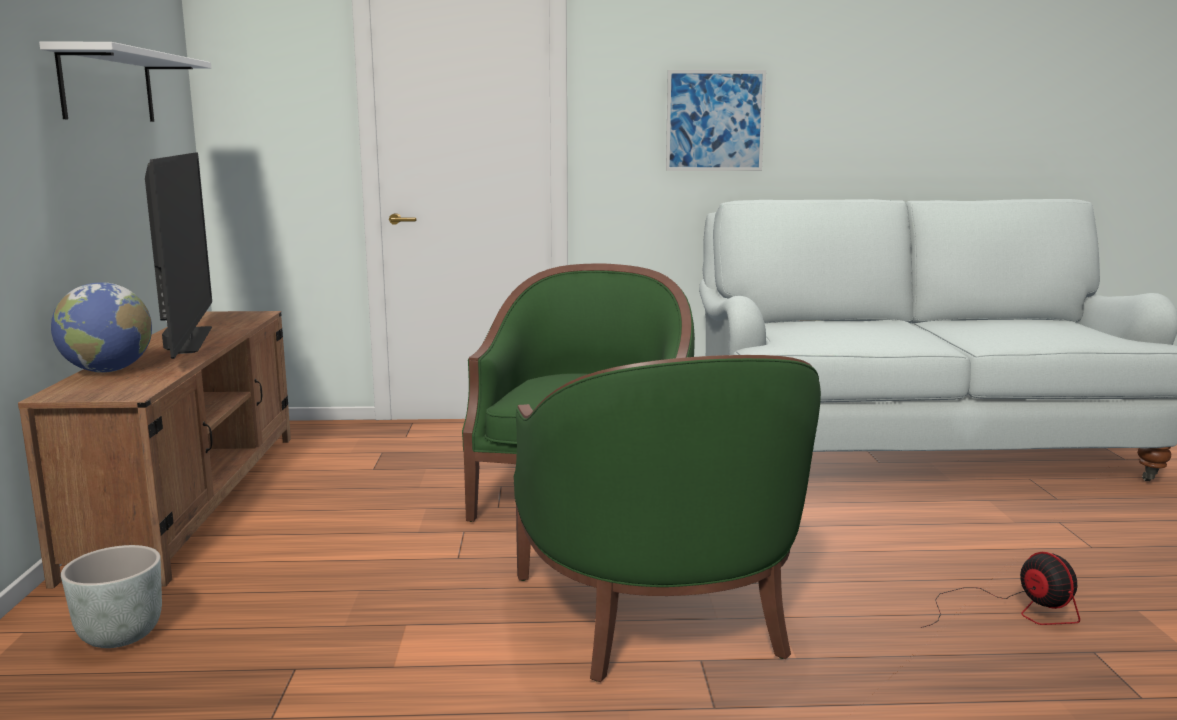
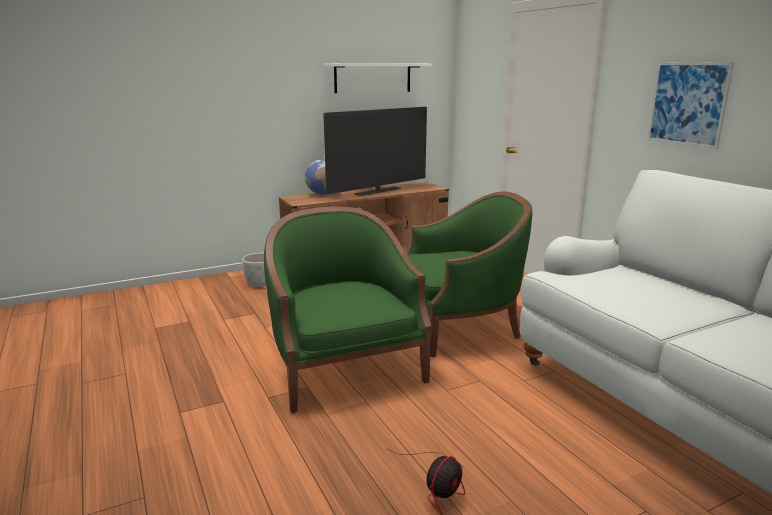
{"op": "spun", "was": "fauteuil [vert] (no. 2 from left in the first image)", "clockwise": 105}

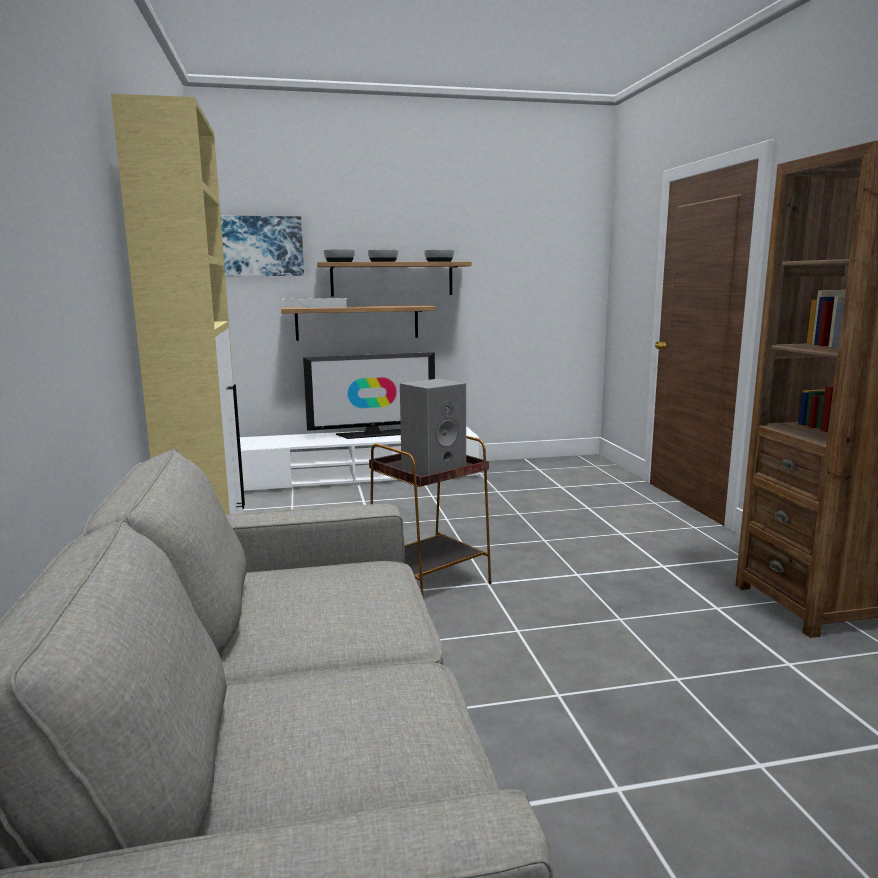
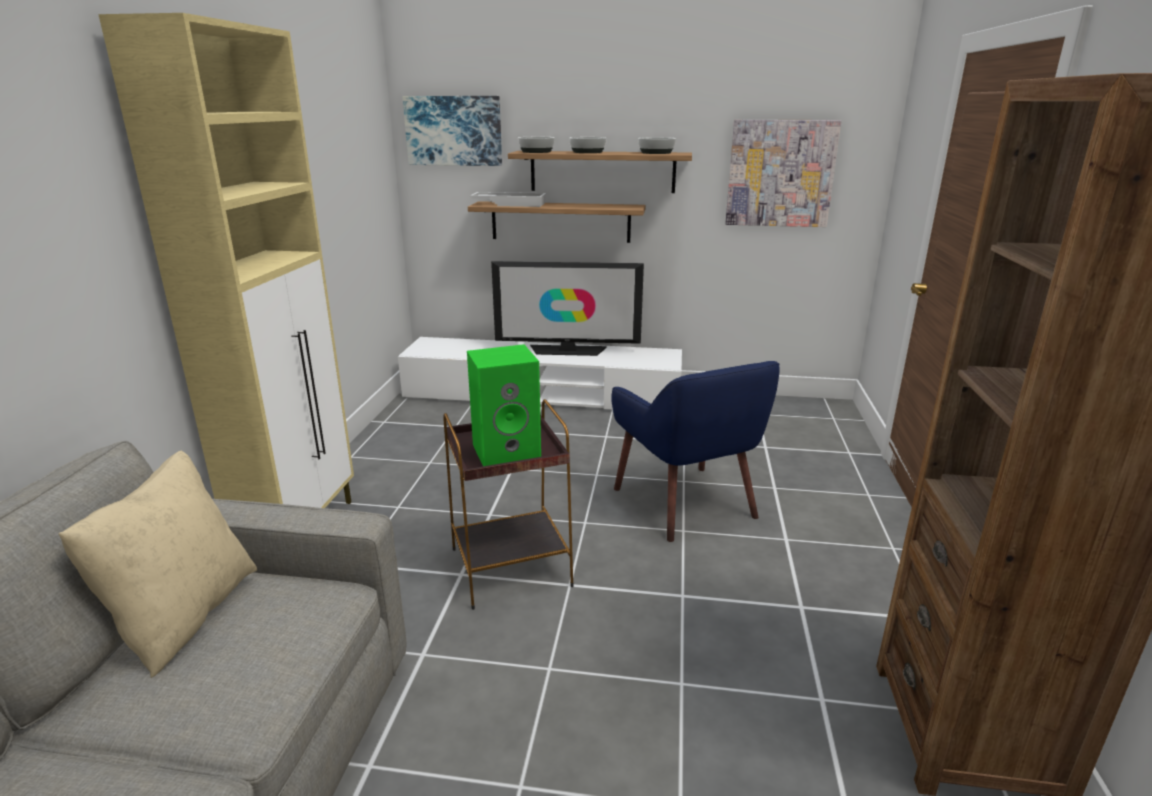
{"op": "colour", "was": "enceinte [gris]", "now": "enceinte [vert]"}
{"op": "appeared", "now": "coussin [beige]"}
{"op": "appeared", "now": "fauteuil [bleu]"}
{"op": "appeared", "now": "tableau (no. 2 from left)"}

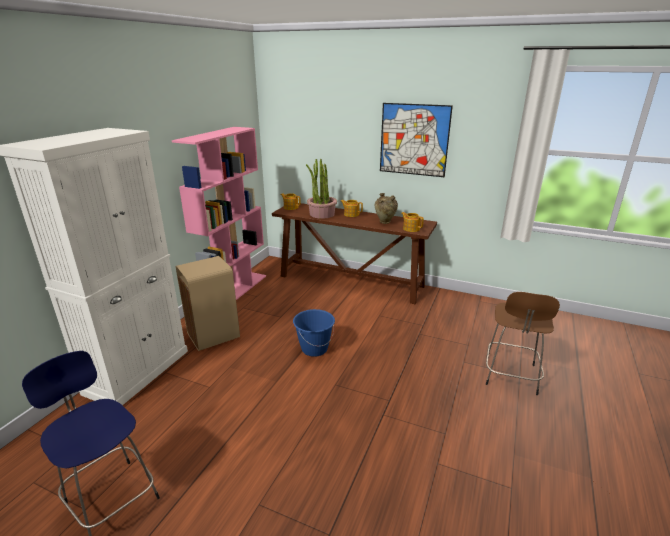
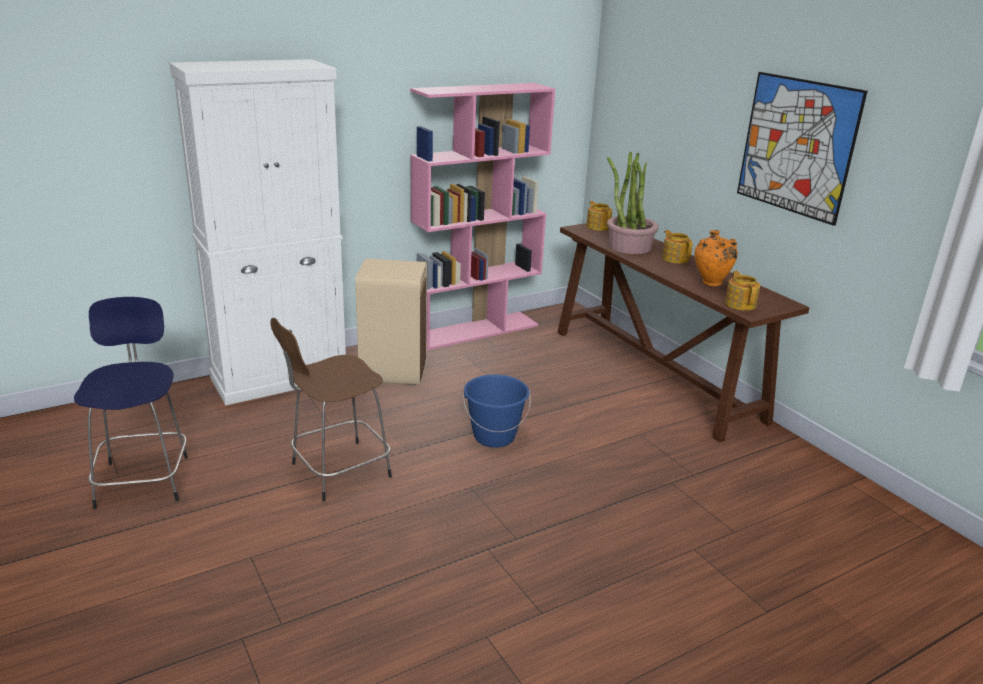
{"op": "colour", "was": "vase [beige]", "now": "vase [orange]"}
{"op": "relocated", "was": "tabouret [marron]"}

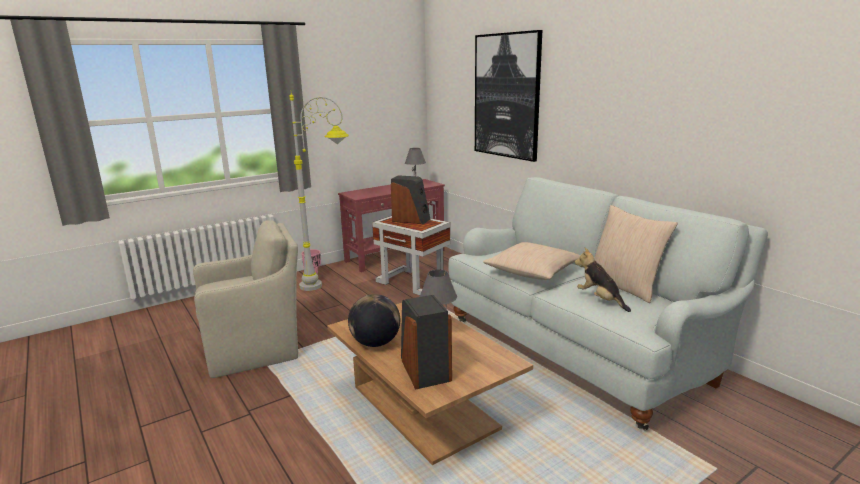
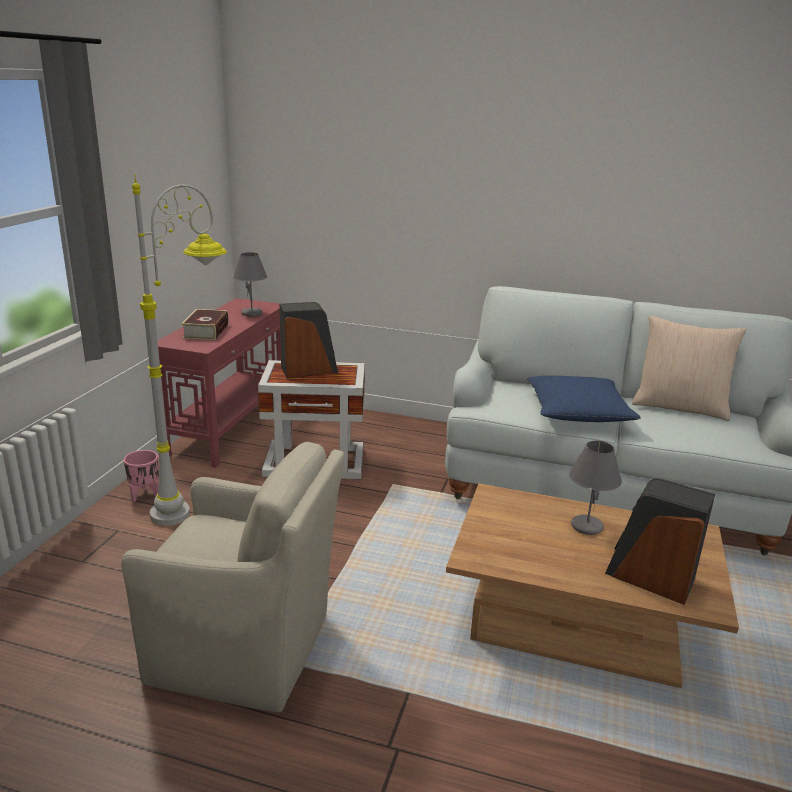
{"op": "spun", "was": "fauteuil [beige]", "clockwise": 75}
{"op": "missing", "was": "globe"}
{"op": "missing", "was": "tableau"}
{"op": "colour", "was": "coussin [beige] (no. 1 from left)", "now": "coussin [bleu]"}
{"op": "missing", "was": "peluche"}
{"op": "appeared", "now": "livre"}

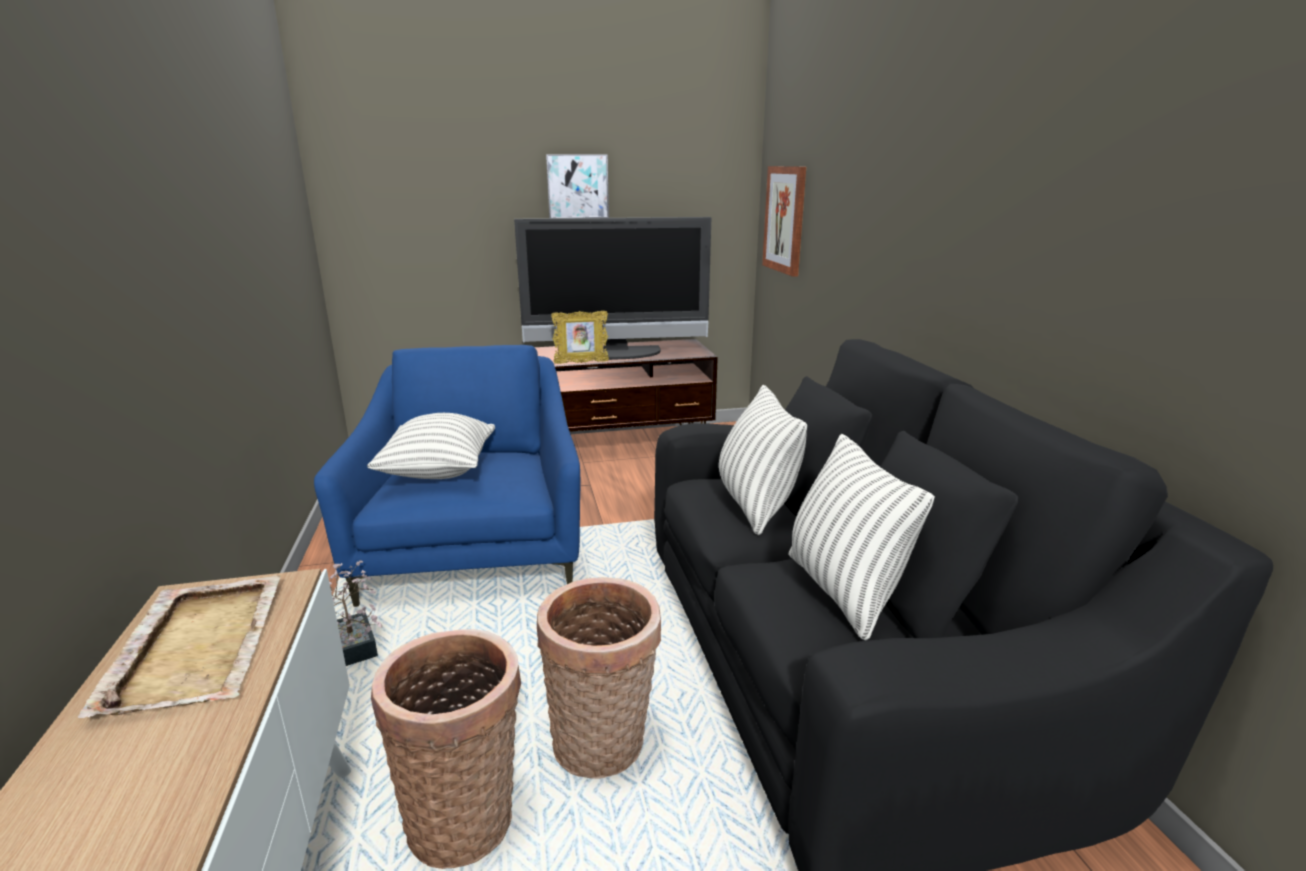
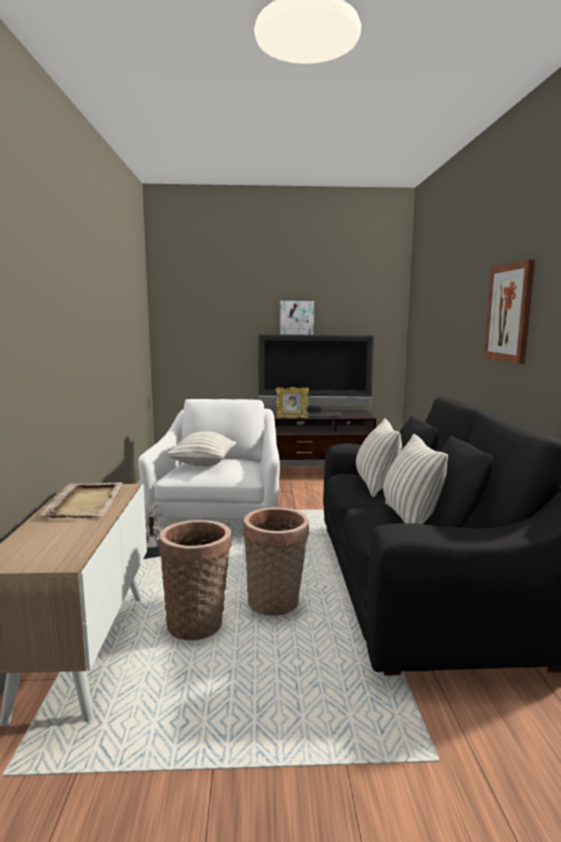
{"op": "colour", "was": "fauteuil [bleu]", "now": "fauteuil [blanc]"}
{"op": "relocated", "was": "tableau (no. 2 from left)"}

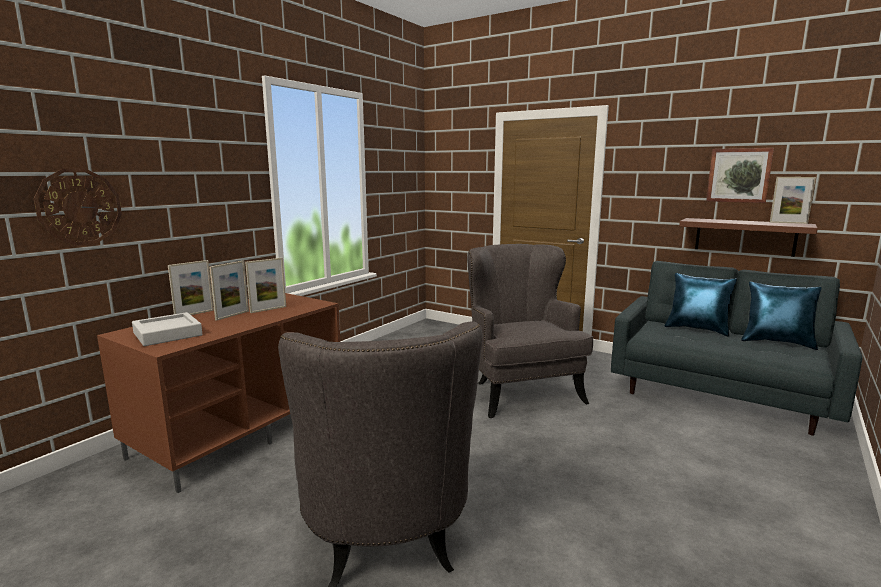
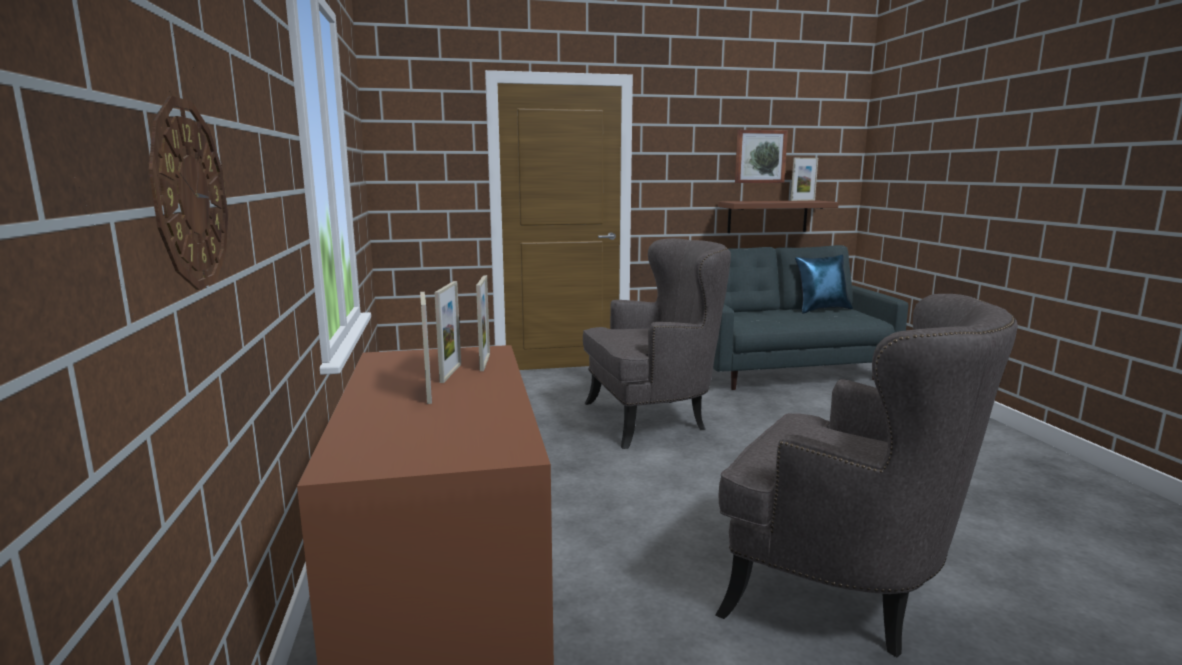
{"op": "missing", "was": "plateau [gris]"}
{"op": "relocated", "was": "cadre photo (no. 1 from left in the first image)", "now": "cadre photo (no. 3 from left)"}
{"op": "spun", "was": "fauteuil [gris] (no. 2 from left in the first image)", "clockwise": 135}
{"op": "missing", "was": "coussin [bleu] (no. 1 from left)"}

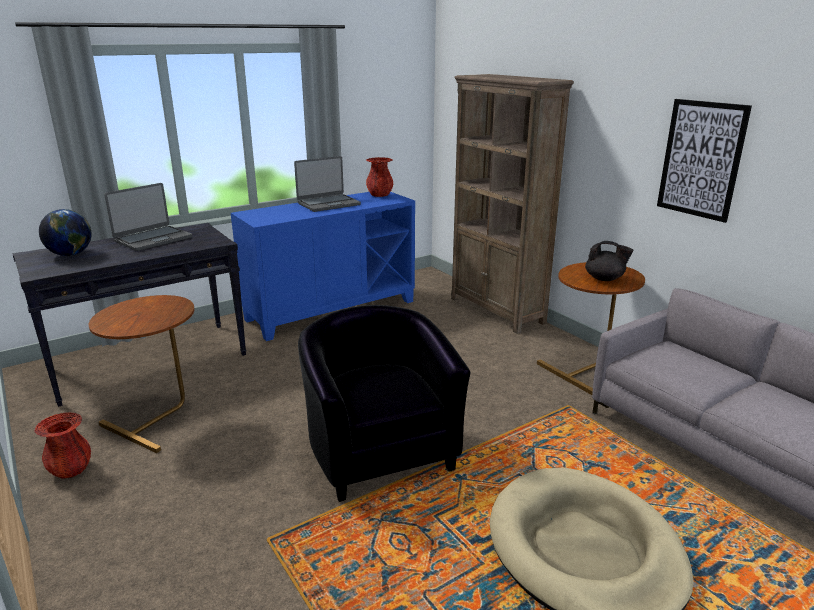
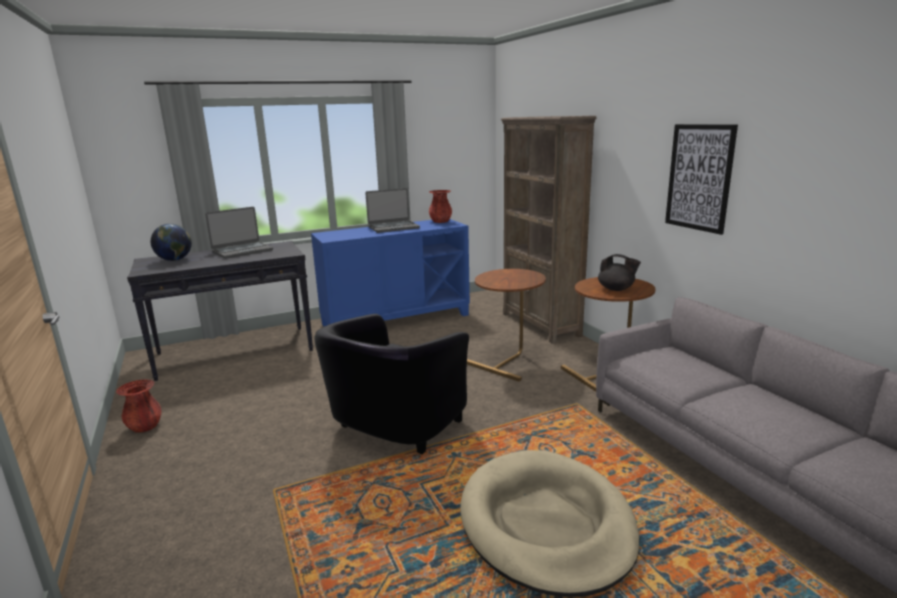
{"op": "relocated", "was": "table d'appoint [marron] (no. 1 from left)"}
{"op": "spun", "was": "fauteuil [noir]", "clockwise": -135}

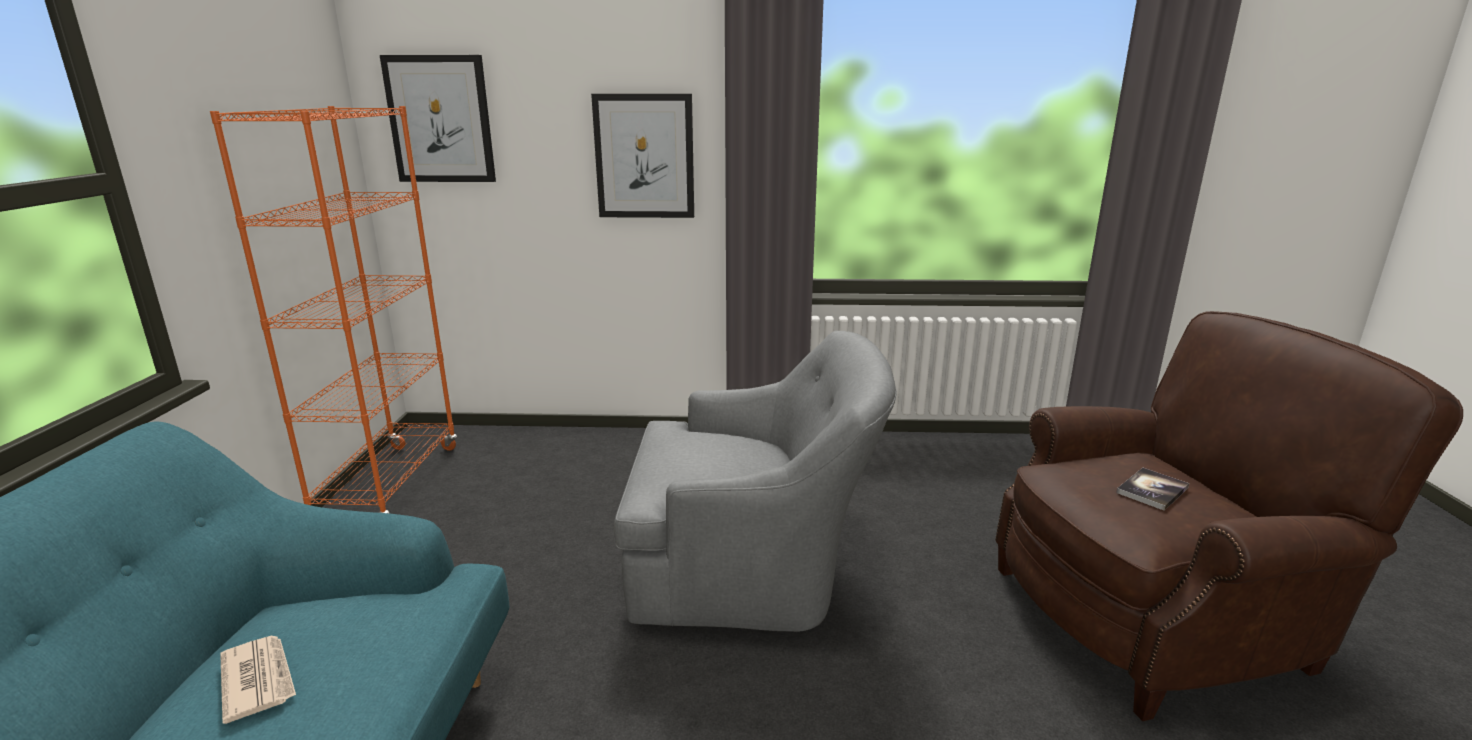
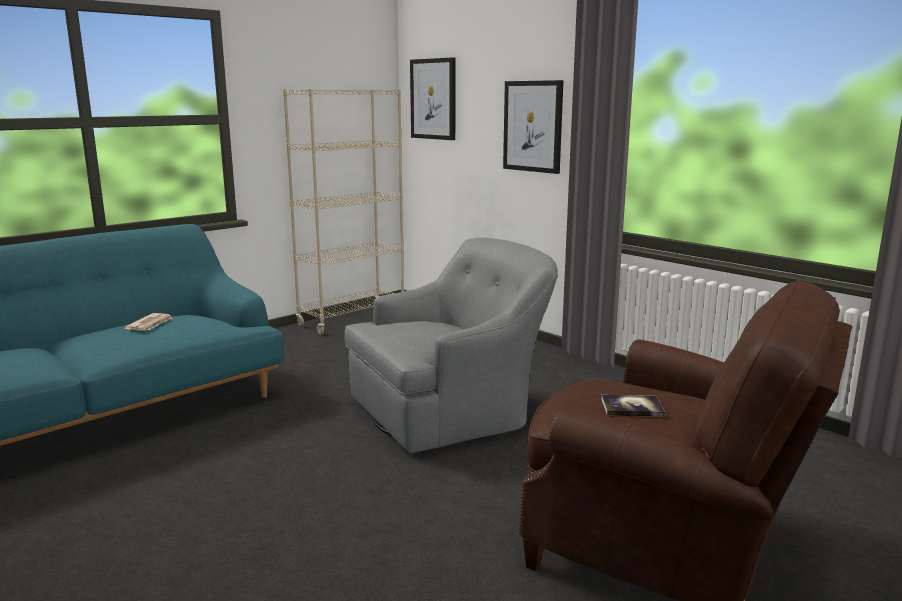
{"op": "colour", "was": "bibliothèque [orange]", "now": "bibliothèque [beige]"}
{"op": "spun", "was": "fauteuil [gris]", "clockwise": -75}

